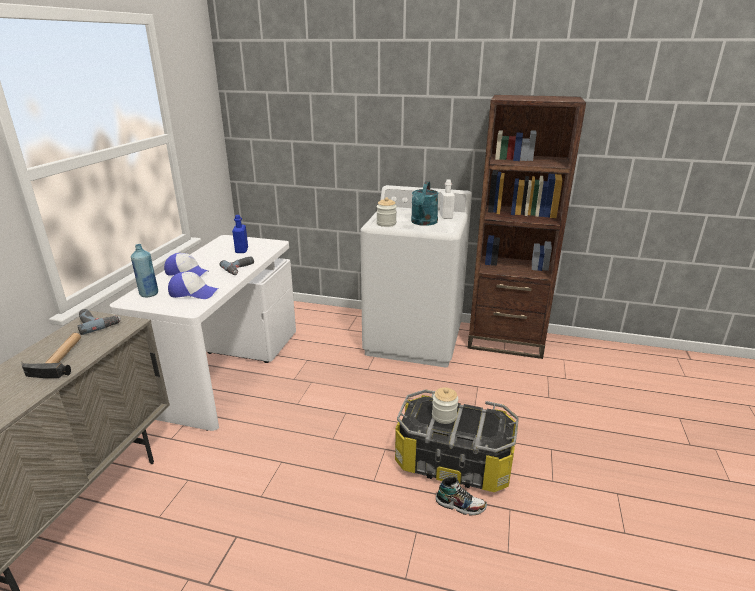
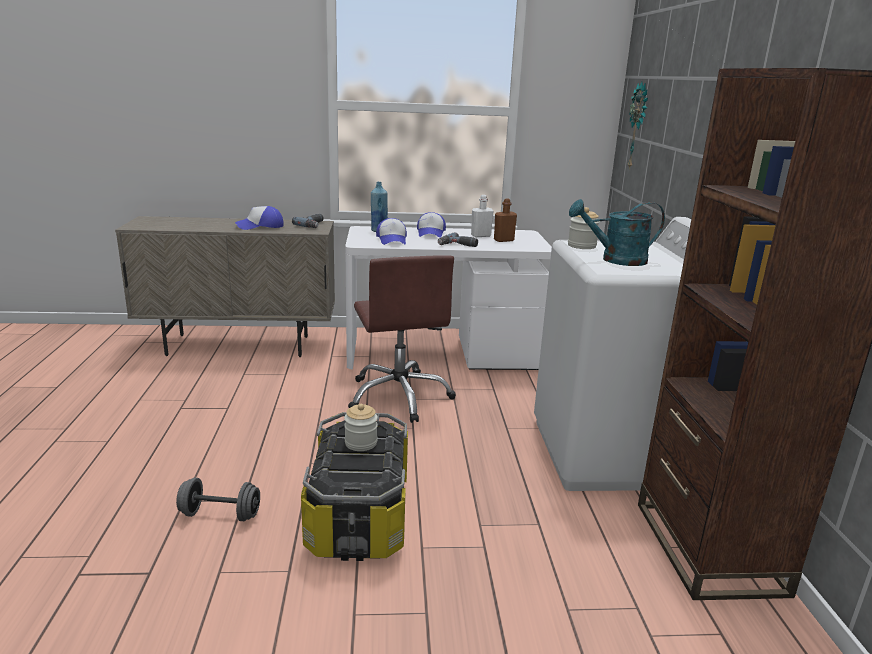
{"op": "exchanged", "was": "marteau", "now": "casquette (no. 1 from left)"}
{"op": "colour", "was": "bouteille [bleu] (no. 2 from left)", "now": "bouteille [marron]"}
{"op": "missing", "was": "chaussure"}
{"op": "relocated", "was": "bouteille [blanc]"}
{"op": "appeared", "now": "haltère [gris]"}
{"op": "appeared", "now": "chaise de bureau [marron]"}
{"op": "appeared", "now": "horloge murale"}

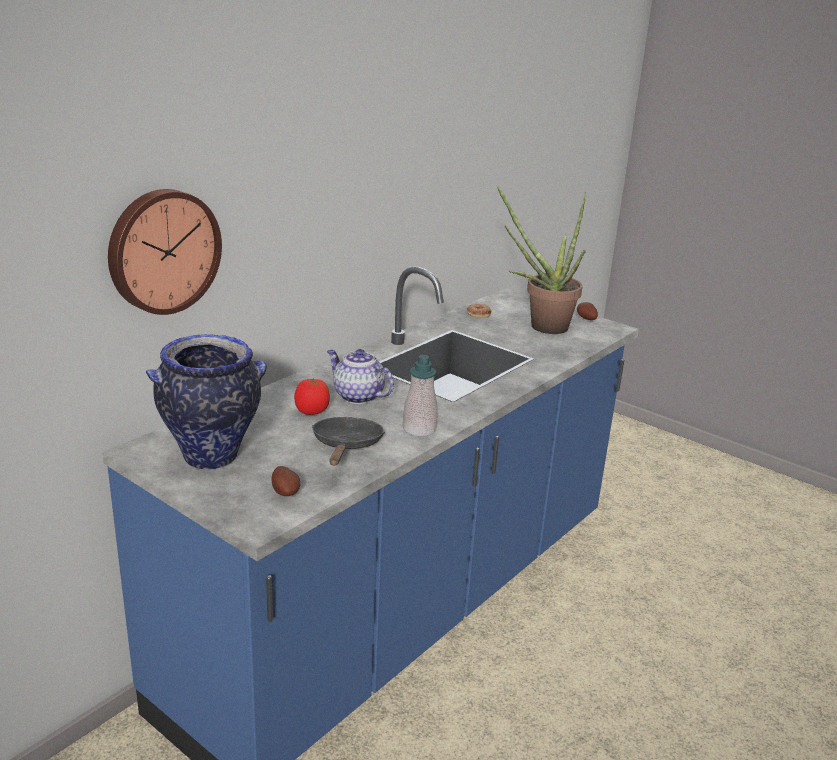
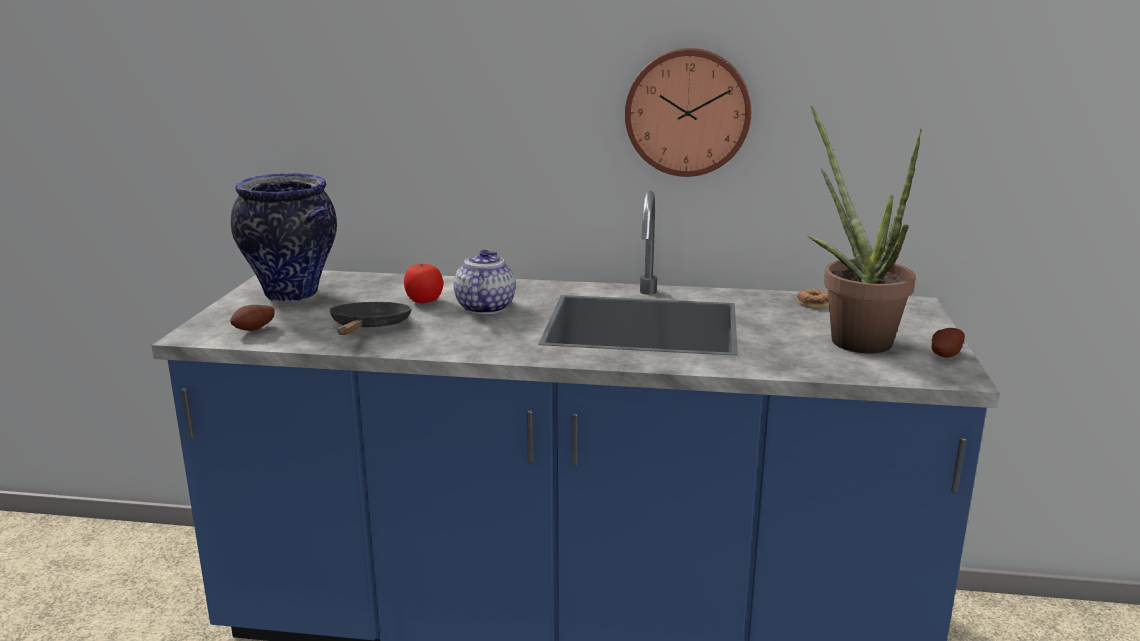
{"op": "relocated", "was": "horloge murale"}
{"op": "spun", "was": "poêle [noir]", "clockwise": -60}
{"op": "missing", "was": "distributeur de savon"}

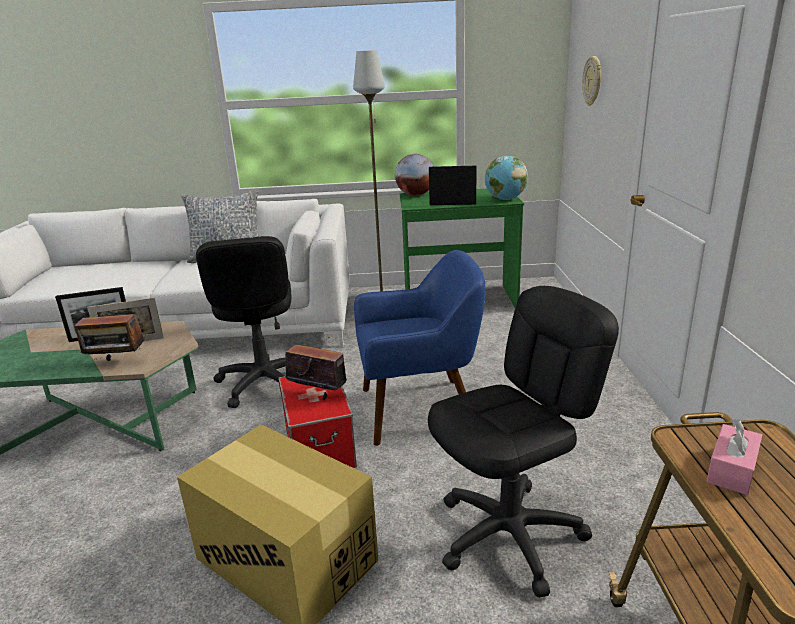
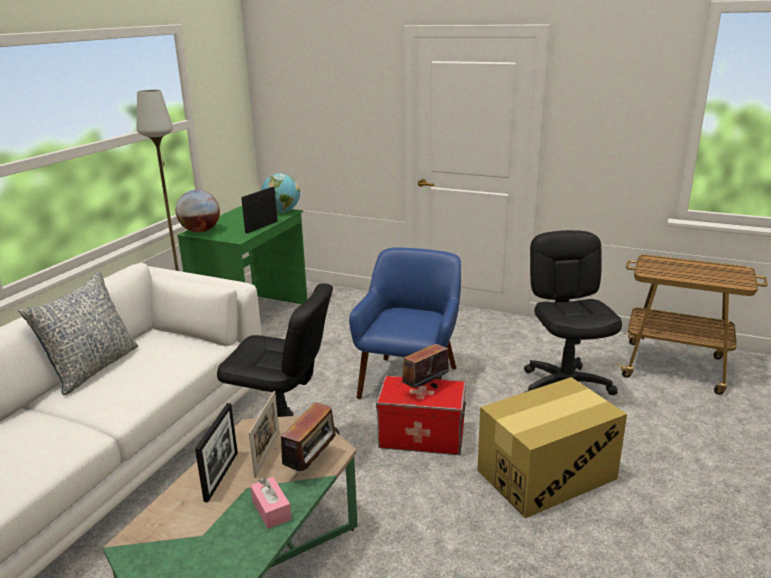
{"op": "missing", "was": "horloge murale"}
{"op": "relocated", "was": "boîte à mouchoirs [rose]"}

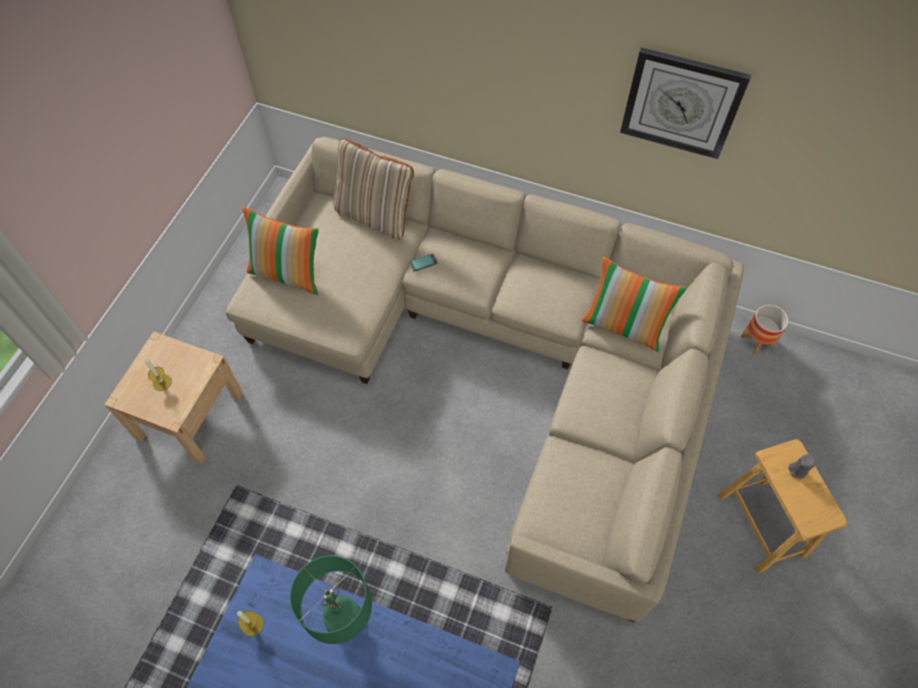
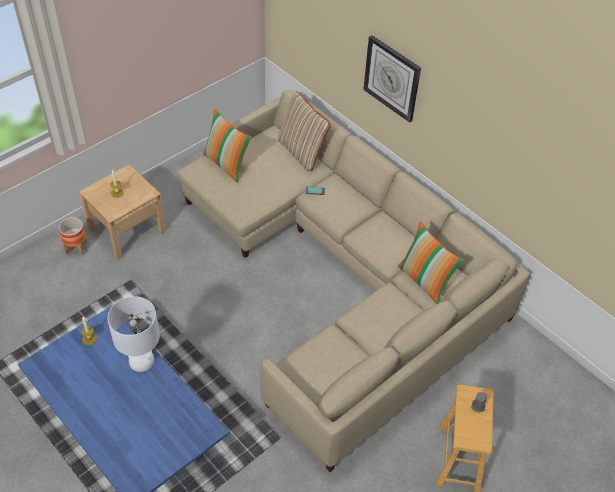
{"op": "colour", "was": "lampe de table [vert]", "now": "lampe de table [blanc]"}
{"op": "relocated", "was": "horloge murale"}
{"op": "relocated", "was": "cache-pot"}

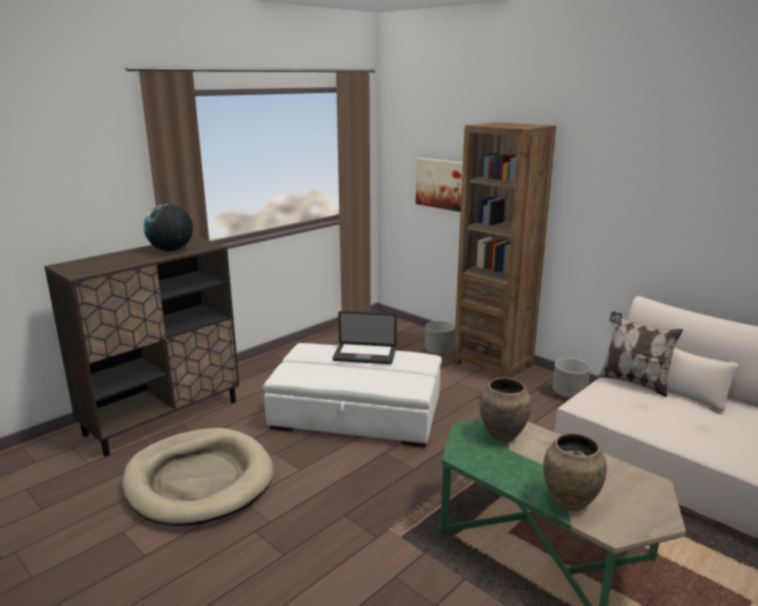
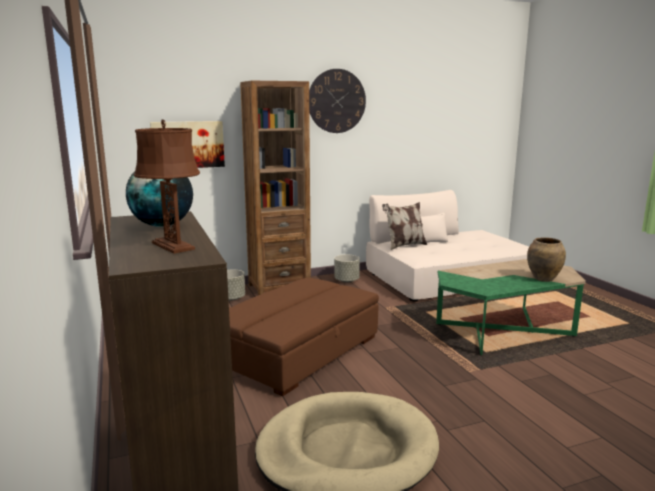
{"op": "colour", "was": "pouf [blanc]", "now": "pouf [marron]"}
{"op": "missing", "was": "ordinateur portable"}
{"op": "missing", "was": "vase [marron] (no. 1 from left)"}
{"op": "appeared", "now": "lampe de table [marron]"}
{"op": "appeared", "now": "horloge murale"}

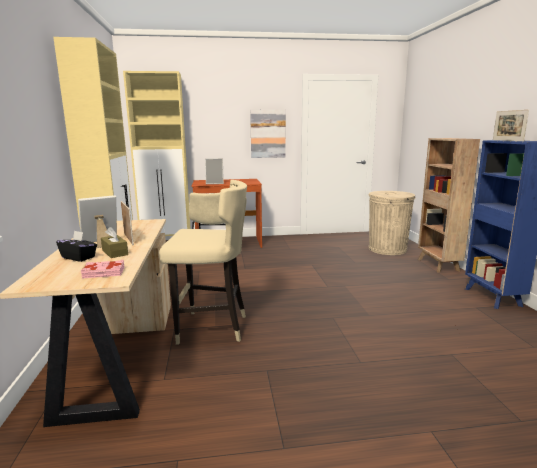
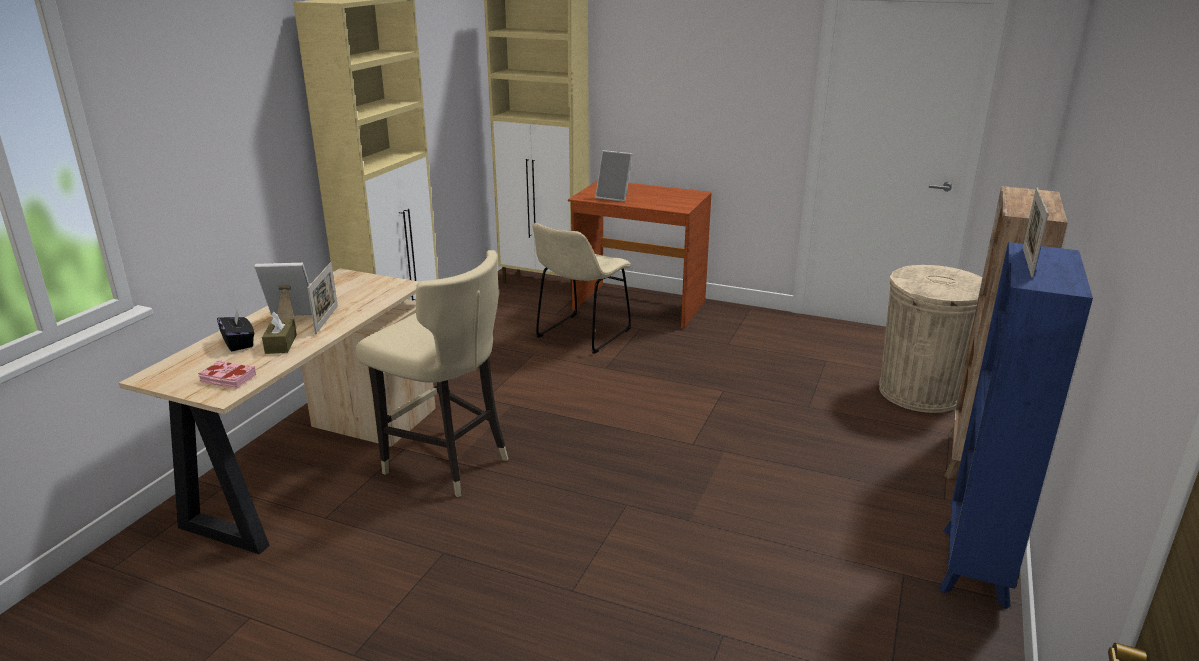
{"op": "missing", "was": "tableau"}

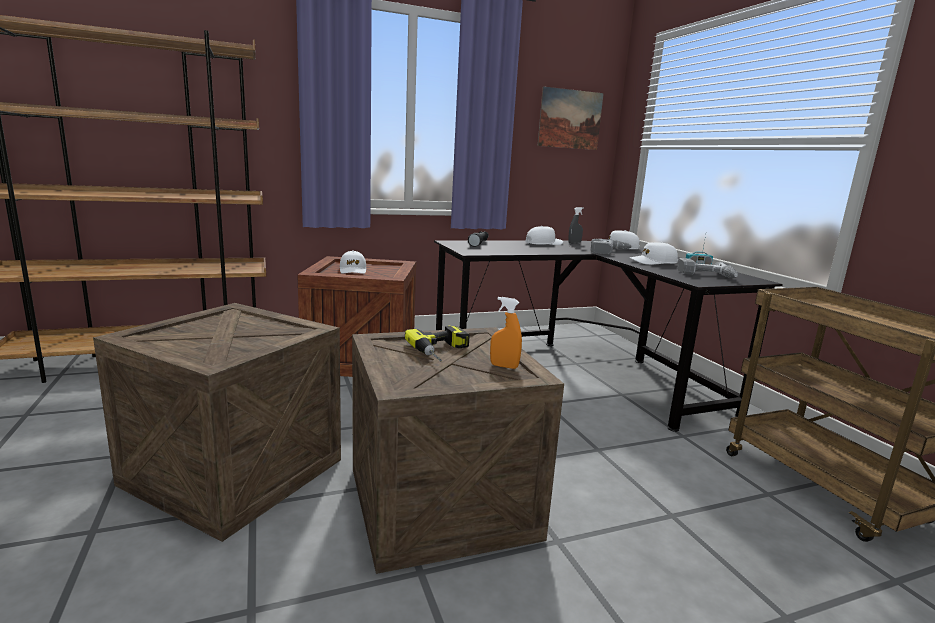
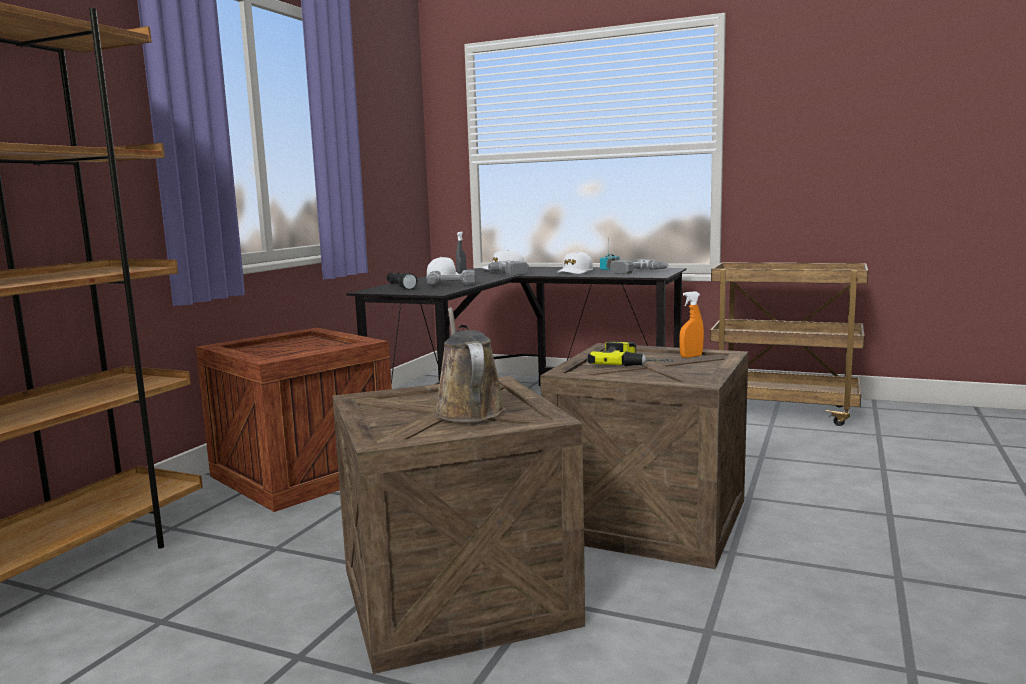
{"op": "missing", "was": "casquette [blanc] (no. 1 from left)"}
{"op": "missing", "was": "tableau"}
{"op": "appeared", "now": "perceuse (no. 1 from left)"}
{"op": "appeared", "now": "arrosoir [marron]"}

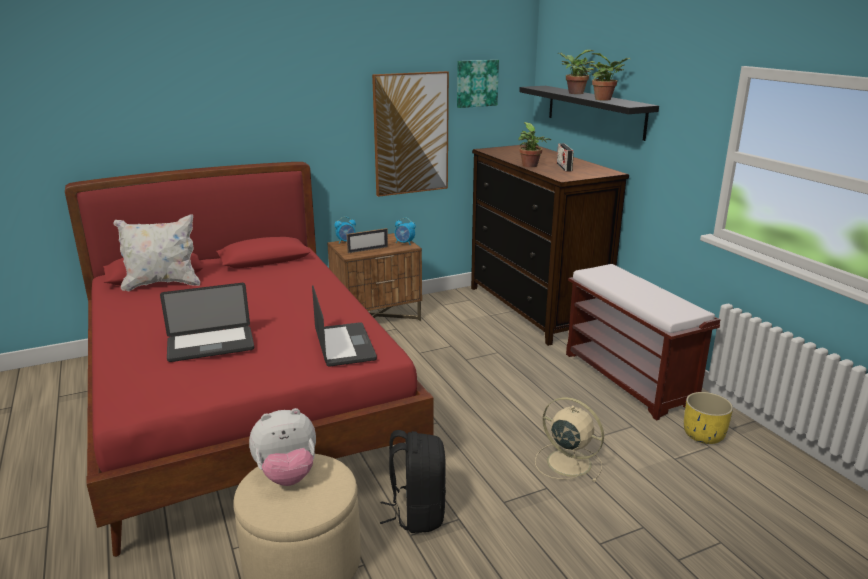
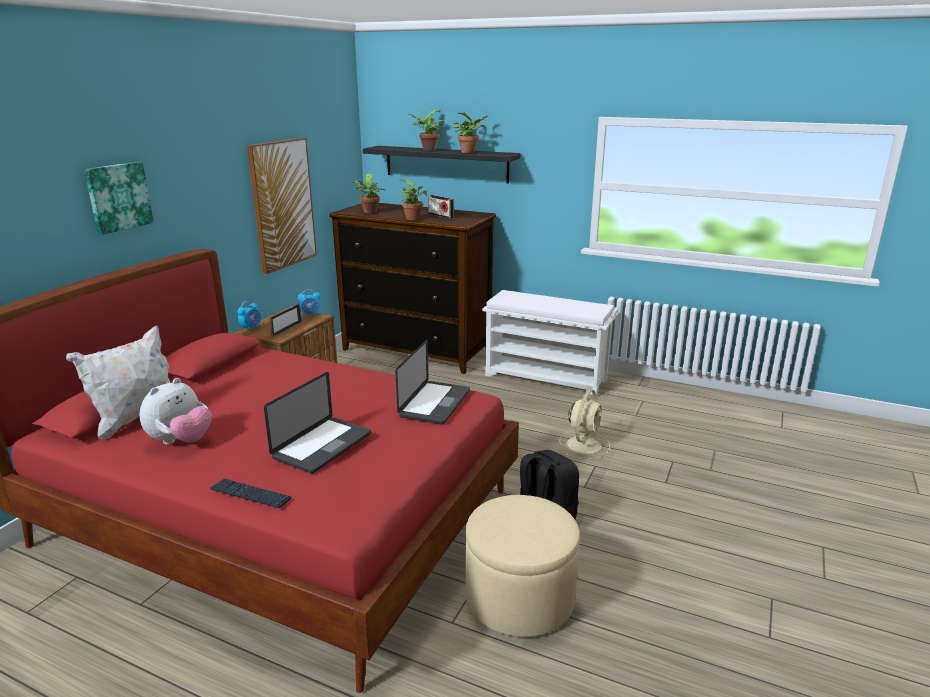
{"op": "relocated", "was": "peluche"}
{"op": "spun", "was": "ordinateur portable (no. 2 from left)", "clockwise": 75}
{"op": "relocated", "was": "tableau (no. 2 from left in the first image)", "now": "tableau (no. 1 from left)"}
{"op": "spun", "was": "ventilateur [beige]", "clockwise": 120}
{"op": "colour", "was": "banc [marron]", "now": "banc [blanc]"}
{"op": "missing", "was": "cache-pot [jaune]"}
{"op": "appeared", "now": "clavier"}
{"op": "appeared", "now": "plante en pot (no. 1 from left)"}

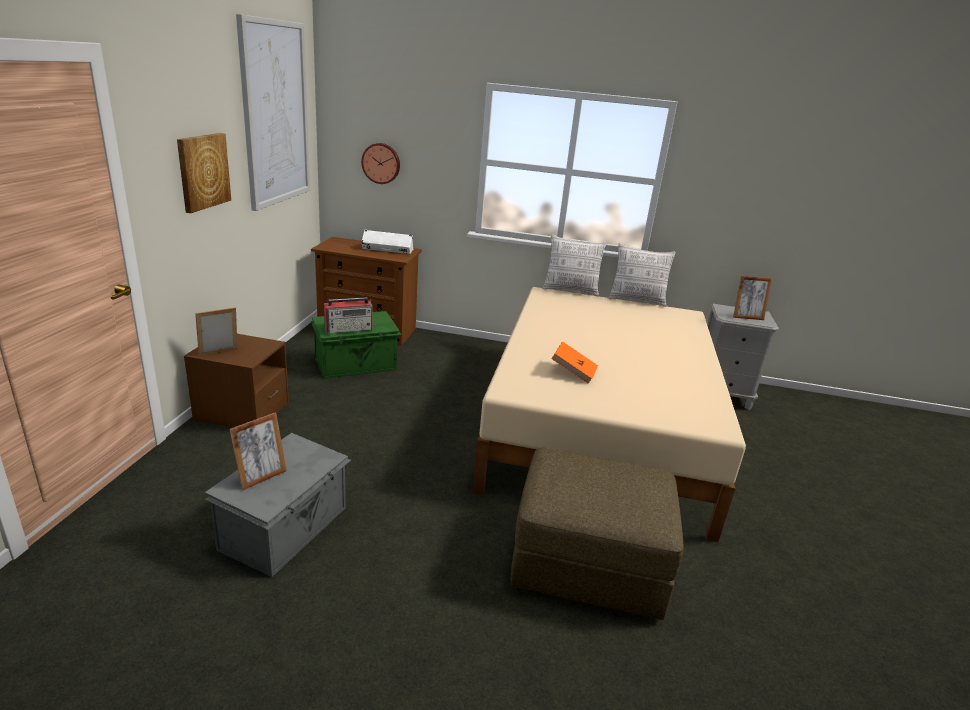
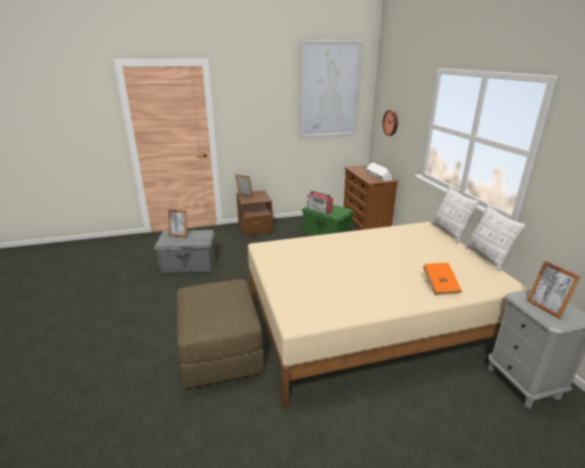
{"op": "missing", "was": "tableau (no. 1 from left)"}
{"op": "relocated", "was": "livre [orange]"}

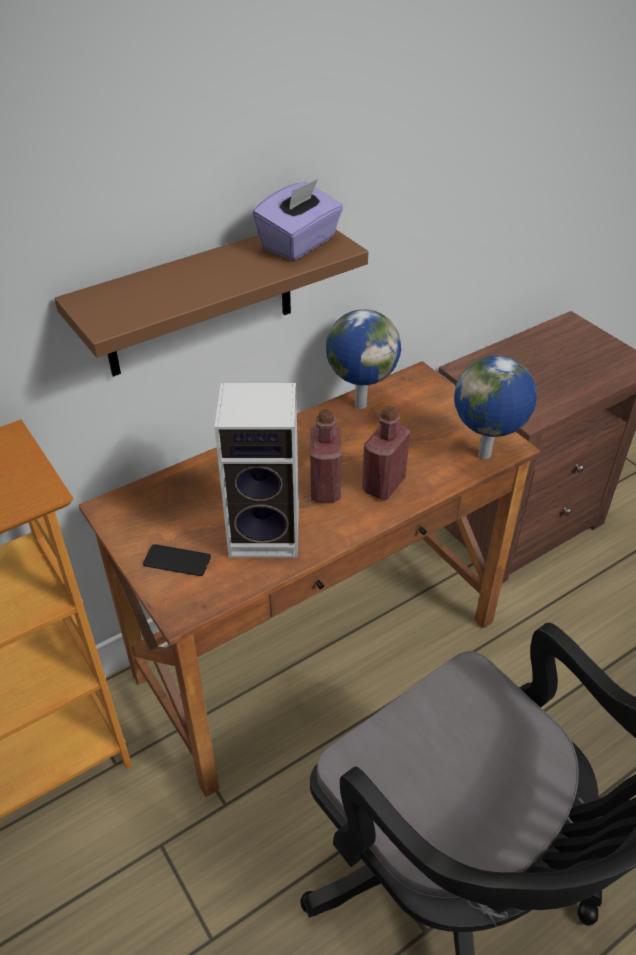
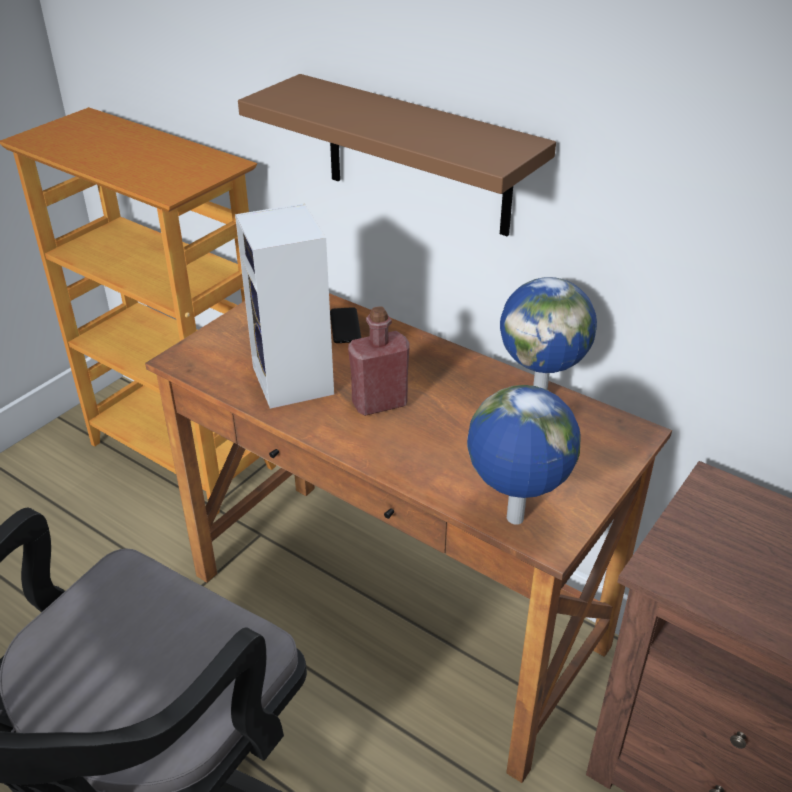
{"op": "relocated", "was": "téléphone"}
{"op": "missing", "was": "boîte à mouchoirs [violet]"}
{"op": "missing", "was": "bouteille [rouge] (no. 2 from left)"}

